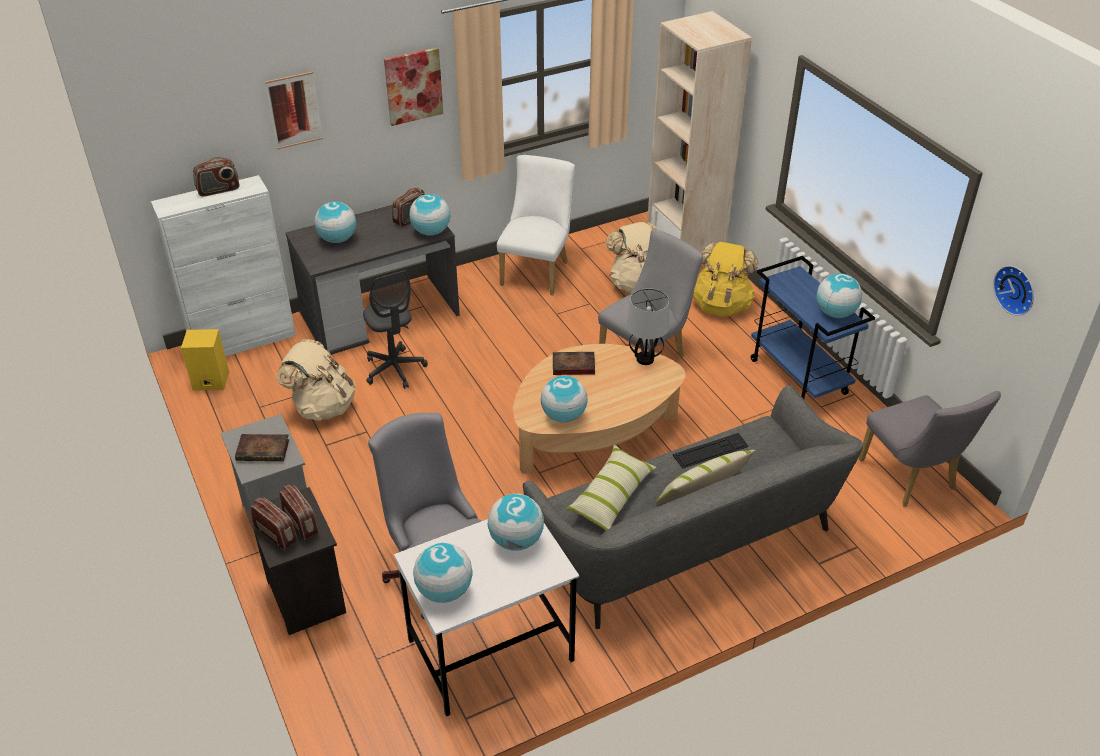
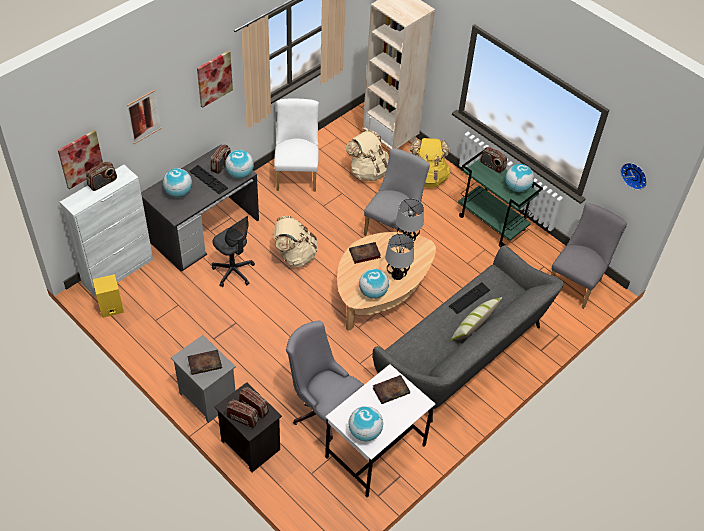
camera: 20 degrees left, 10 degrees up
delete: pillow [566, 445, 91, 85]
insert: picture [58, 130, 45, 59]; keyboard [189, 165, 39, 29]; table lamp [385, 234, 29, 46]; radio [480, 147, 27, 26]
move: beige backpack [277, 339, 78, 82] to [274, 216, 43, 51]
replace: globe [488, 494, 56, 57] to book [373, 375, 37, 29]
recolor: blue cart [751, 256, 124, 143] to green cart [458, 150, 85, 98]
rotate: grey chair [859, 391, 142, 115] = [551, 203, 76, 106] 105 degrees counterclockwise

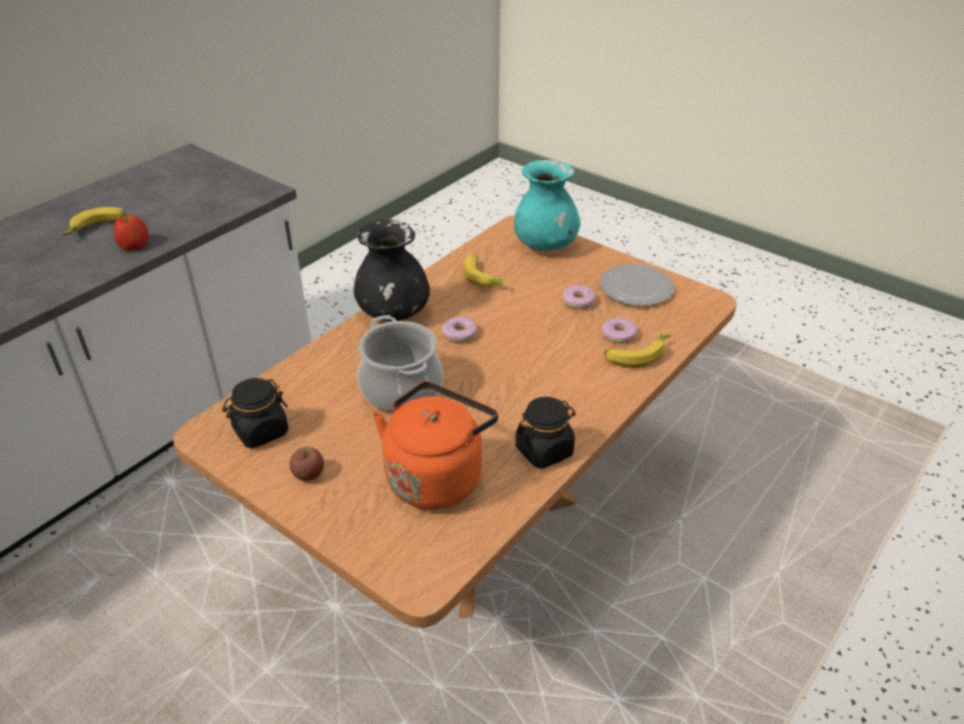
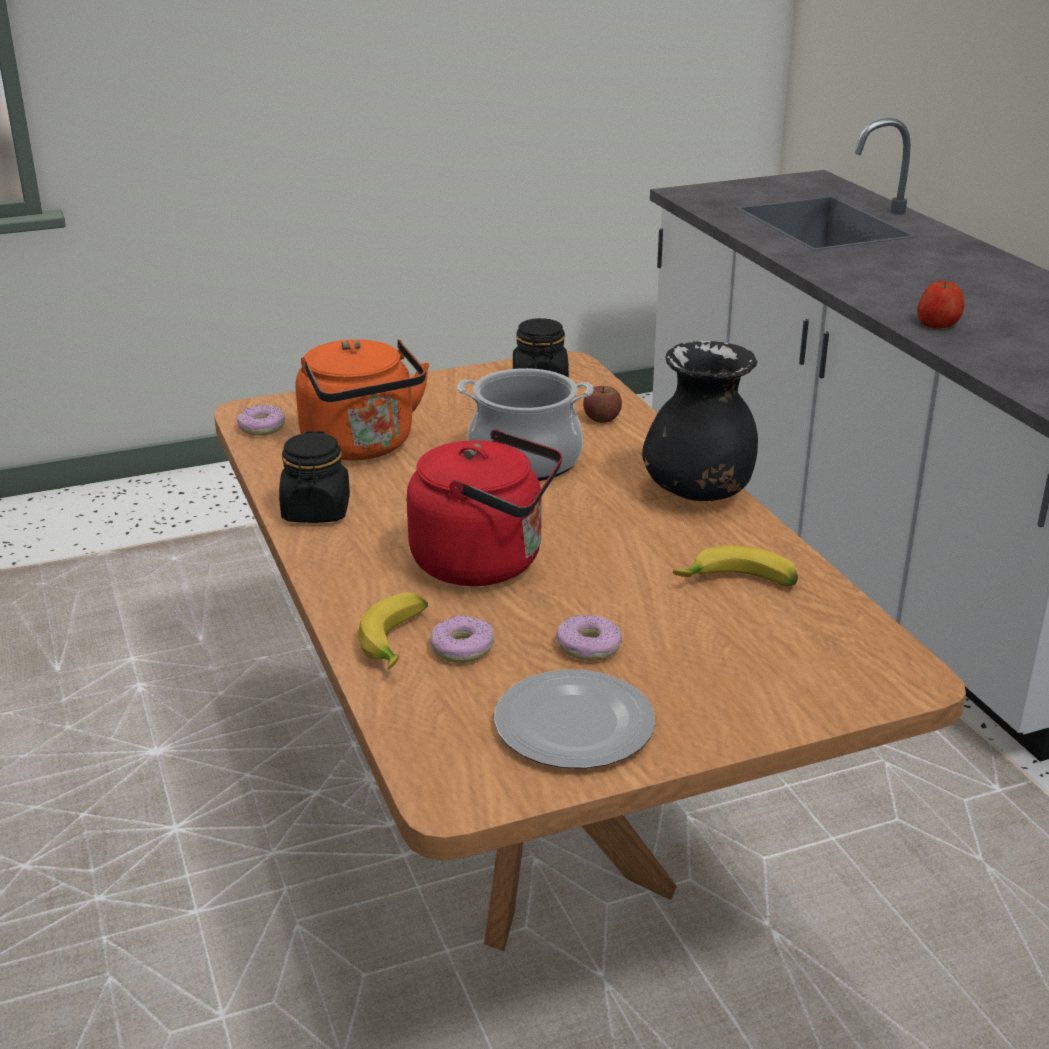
camera: 120 degrees right, 10 degrees down
delete: banana [62, 207, 64, 29]; turquoise vase [514, 160, 66, 91]
insert: red kettle [407, 430, 155, 156]
move: apple [290, 447, 34, 34] to [583, 386, 39, 37]; donut [442, 317, 35, 25] to [237, 405, 48, 31]

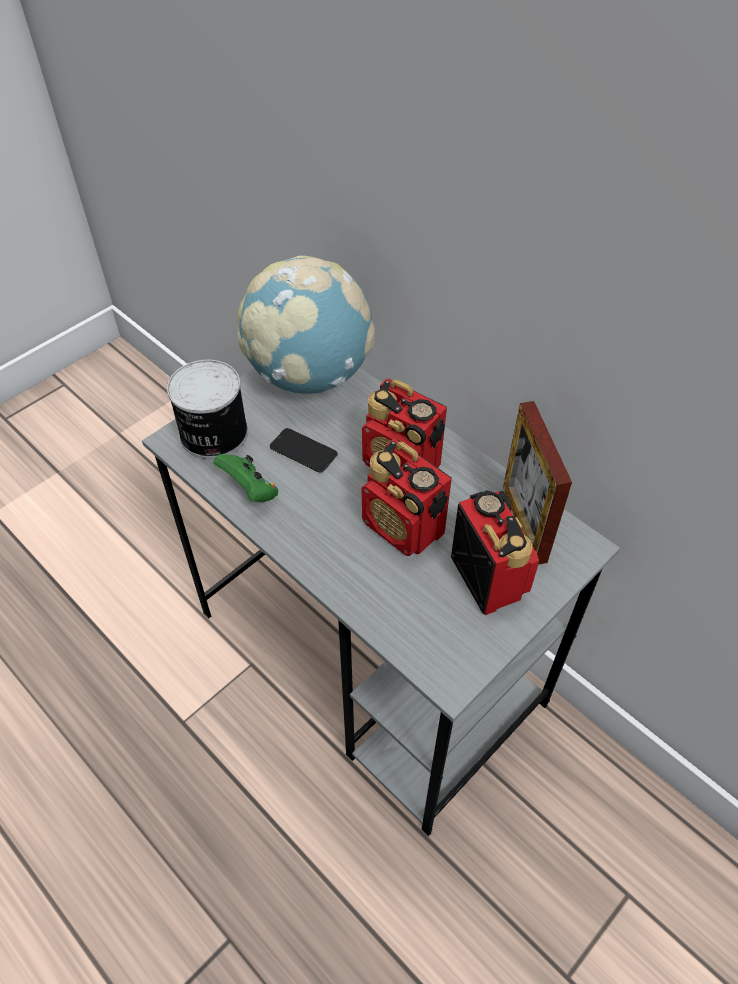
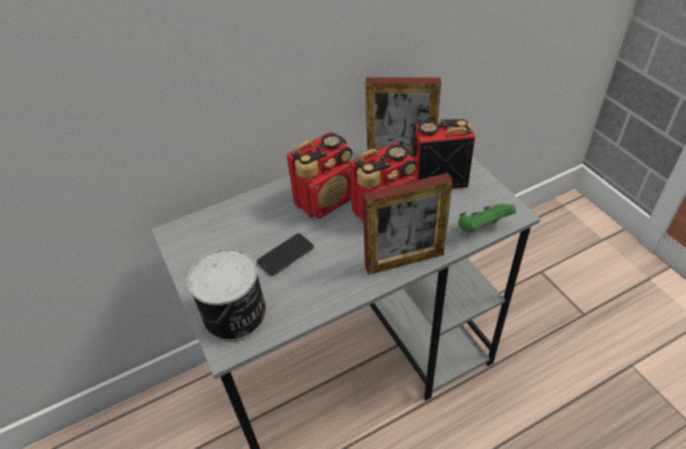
camera: 70 degrees left, 5 degrees down
delete: globe [237, 256, 138, 138]
insert: picture frame [362, 173, 91, 102]
move: green game controller [214, 454, 64, 48] to [458, 204, 58, 28]

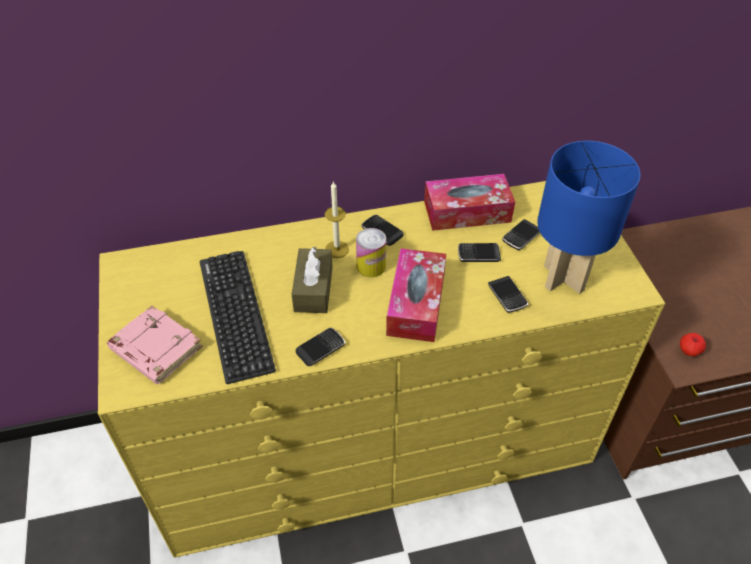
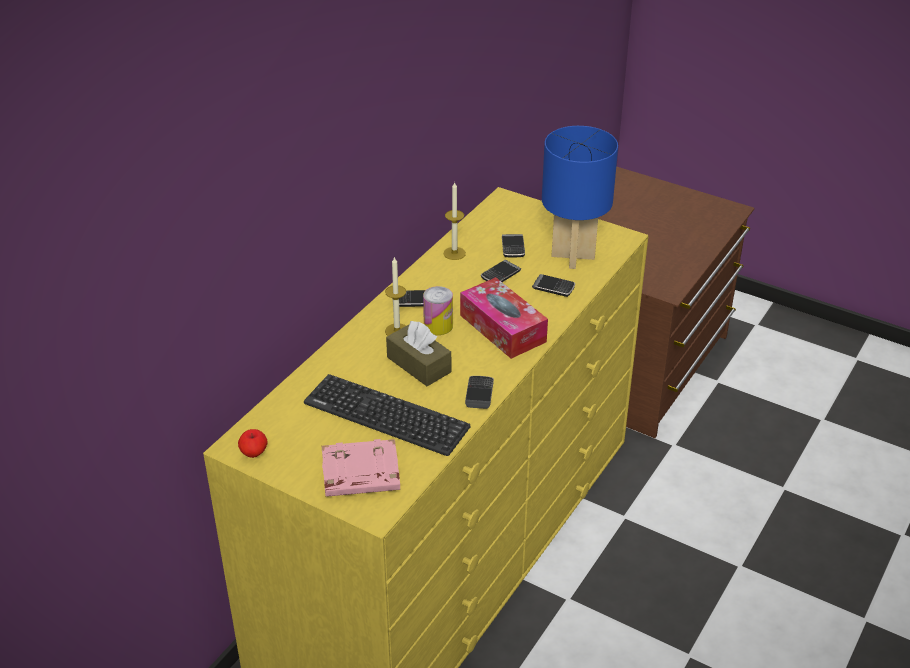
camera: 45 degrees left, 10 degrees down
move: apple [680, 333, 26, 23] to [238, 429, 29, 29]
replace: tissue box [424, 174, 91, 57] to candle [444, 181, 22, 79]

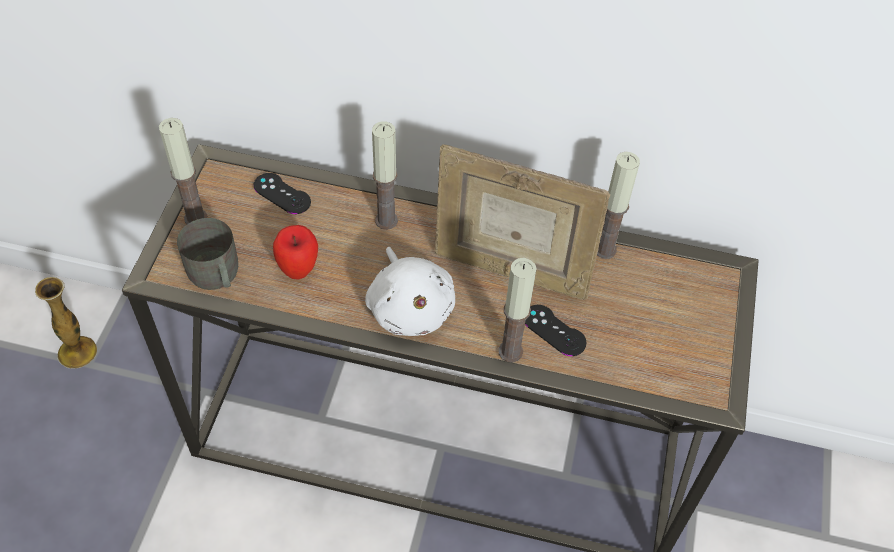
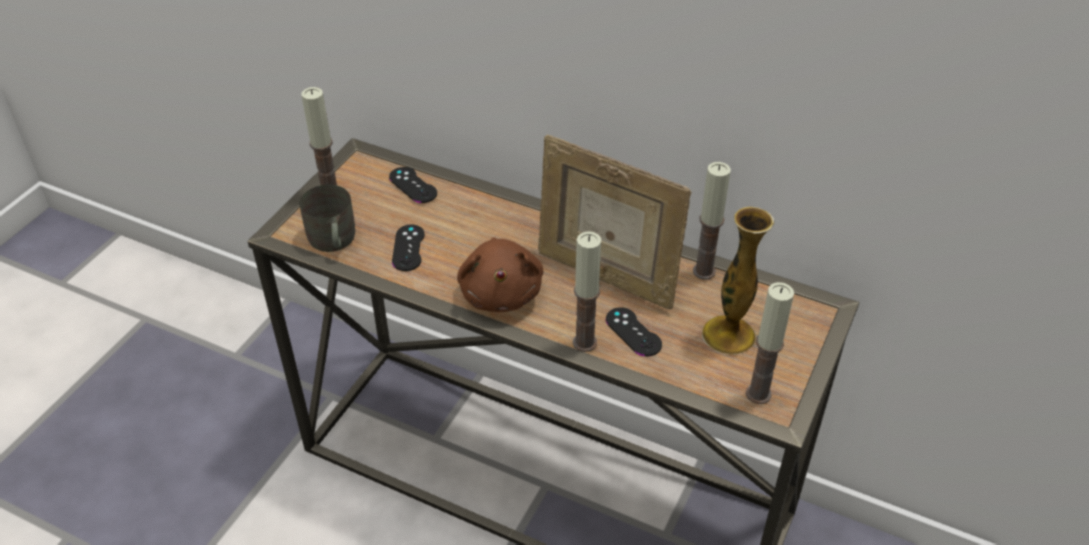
camera: 15 degrees right, 10 degrees down
move: vase [35, 277, 62, 92] to [702, 207, 72, 148]; candle [372, 121, 26, 109] to [746, 282, 48, 122]
replace: apple [273, 225, 45, 55] to black game controller [392, 224, 33, 47]
recolor: white plush toy [365, 247, 90, 89] to brown plush toy [457, 237, 86, 75]

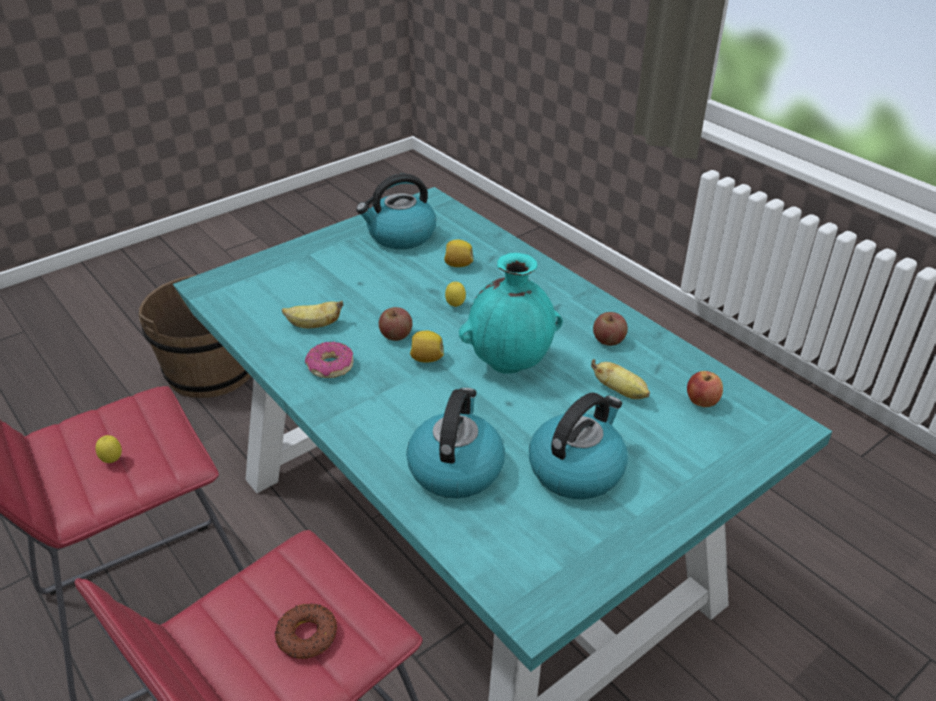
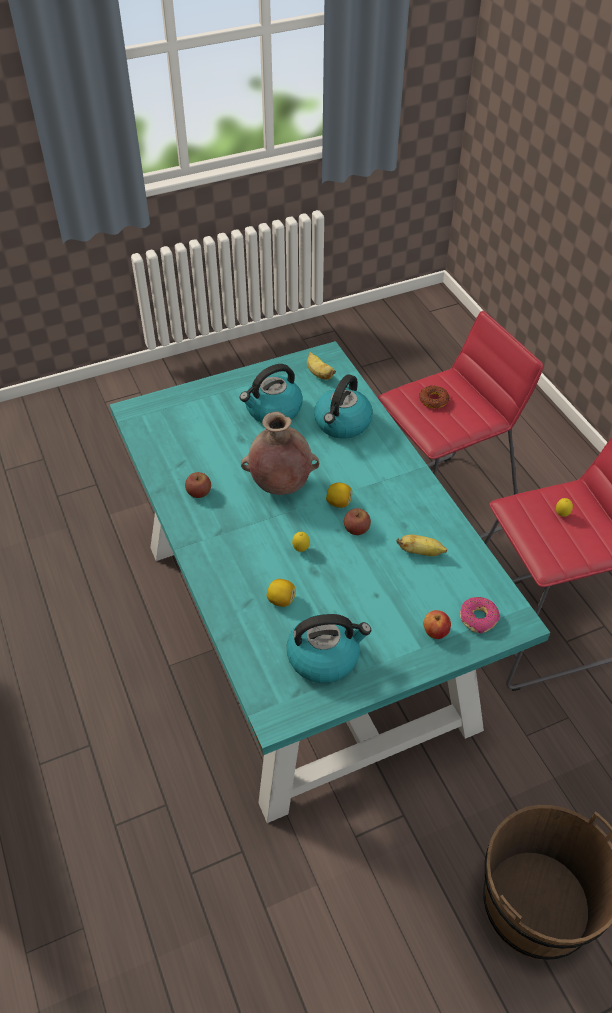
camera: 165 degrees left, 10 degrees up
move: donut [305, 342, 49, 36] to [460, 597, 40, 36]; banana [591, 359, 59, 40] to [307, 352, 29, 28]; apple [687, 371, 36, 36] to [424, 610, 27, 29]
recolor: turquoise vase [458, 253, 105, 121] to brown vase [241, 411, 78, 84]

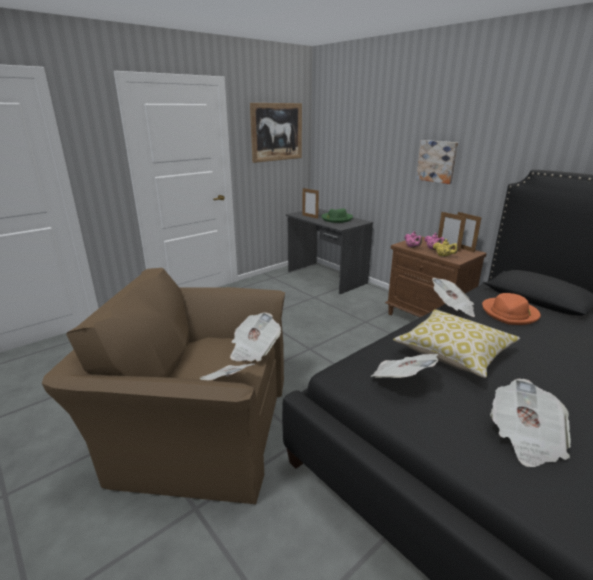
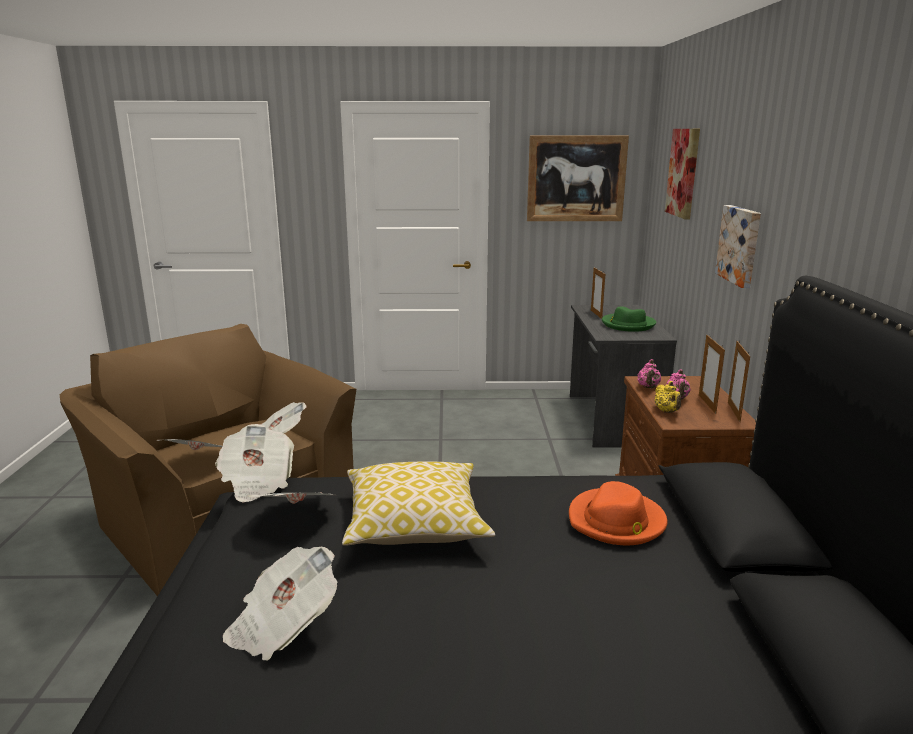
camera: 40 degrees right, 5 degrees down
insert: picture [665, 129, 35, 91]
move: newspaper [432, 278, 43, 39] to [215, 424, 79, 78]

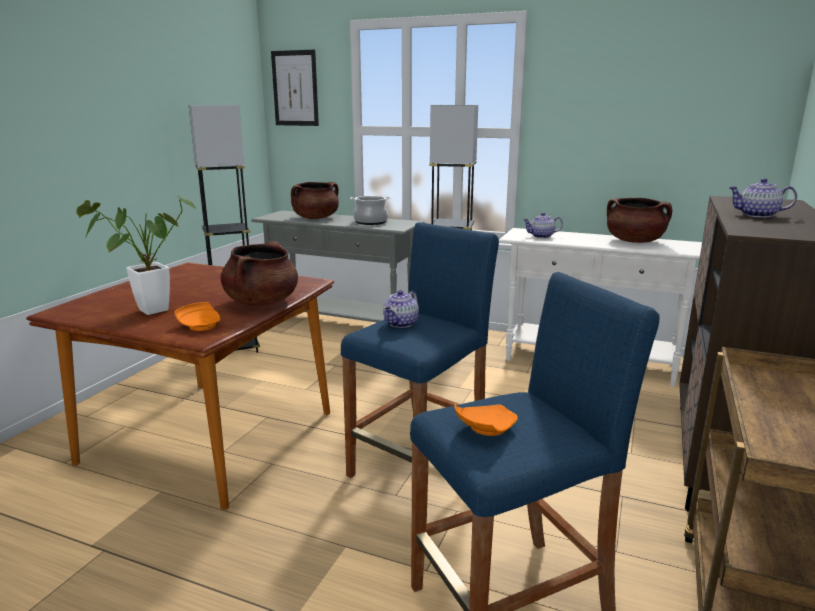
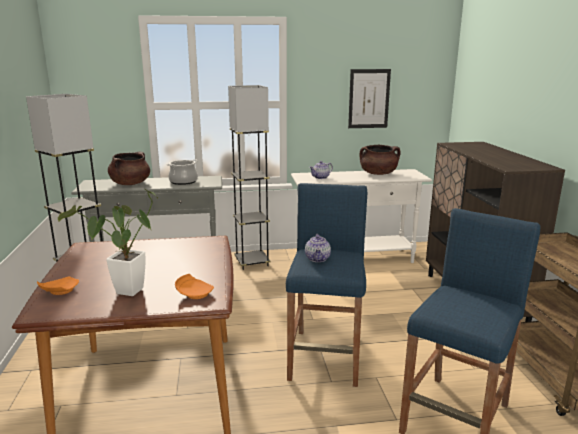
camera: 30 degrees left, 0 degrees up
delete: brown cooking pot [221, 241, 77, 65]; teapot [729, 178, 68, 40]
move: picture [271, 50, 48, 76] to [348, 69, 43, 59]; orange plate [454, 404, 64, 32] to [37, 277, 42, 18]

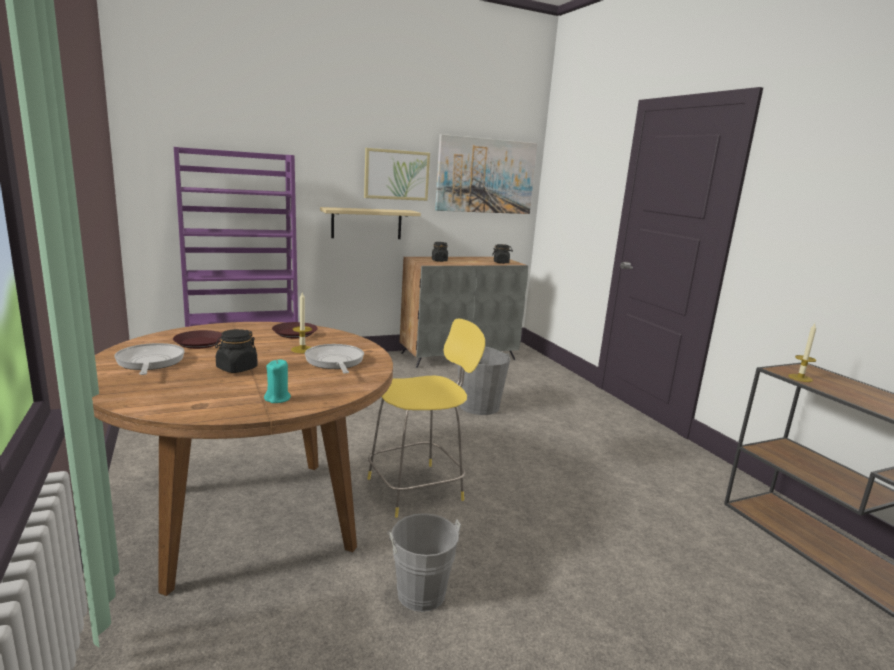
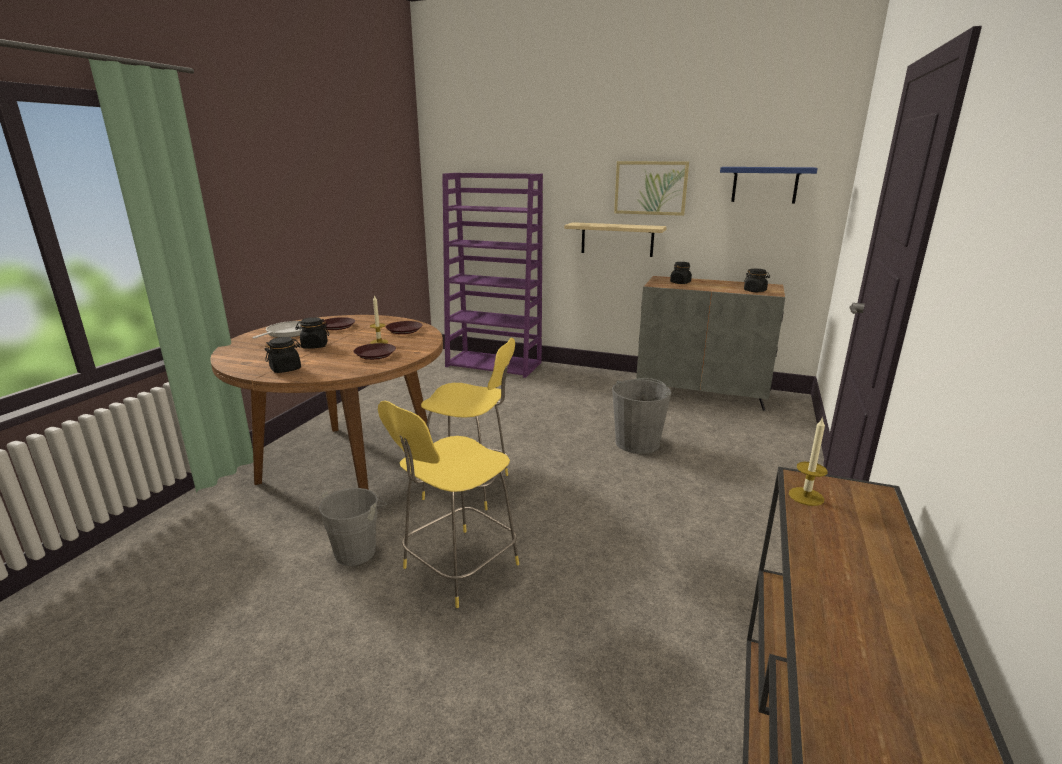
camera: 45 degrees right, 5 degrees up
insert: yellow stool [378, 401, 141, 207]
replace: turquoise candle [264, 359, 27, 44] to black jar [265, 337, 36, 36]; frying pan [305, 344, 59, 30] to brown plate [353, 343, 43, 17]; picture [435, 134, 102, 80] to blue shelf [720, 167, 98, 36]

